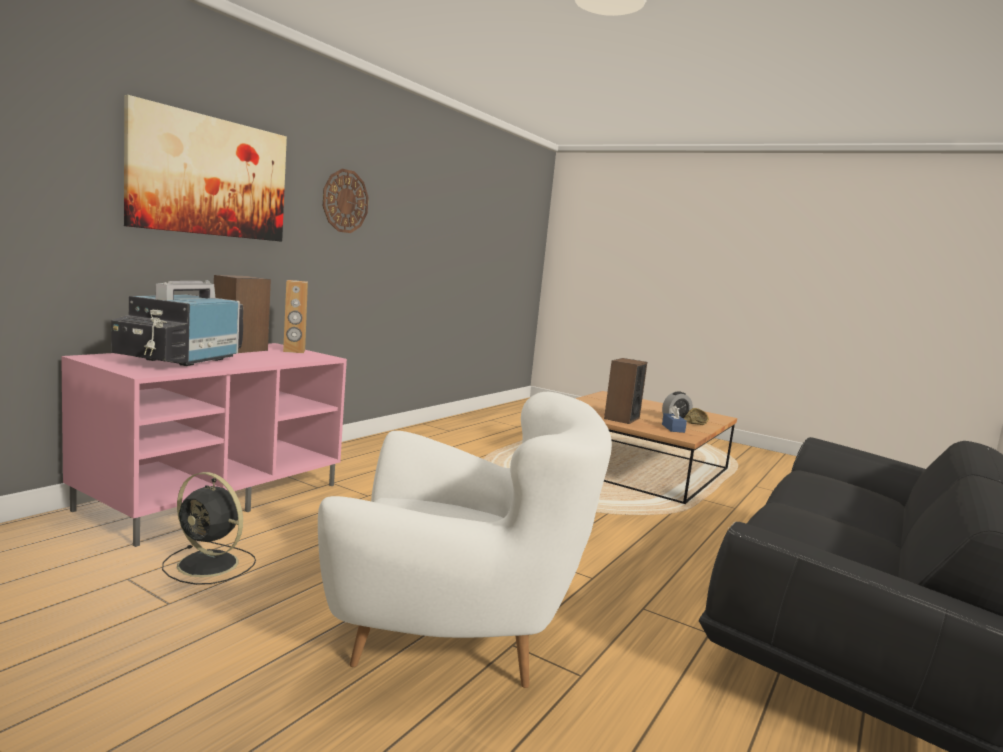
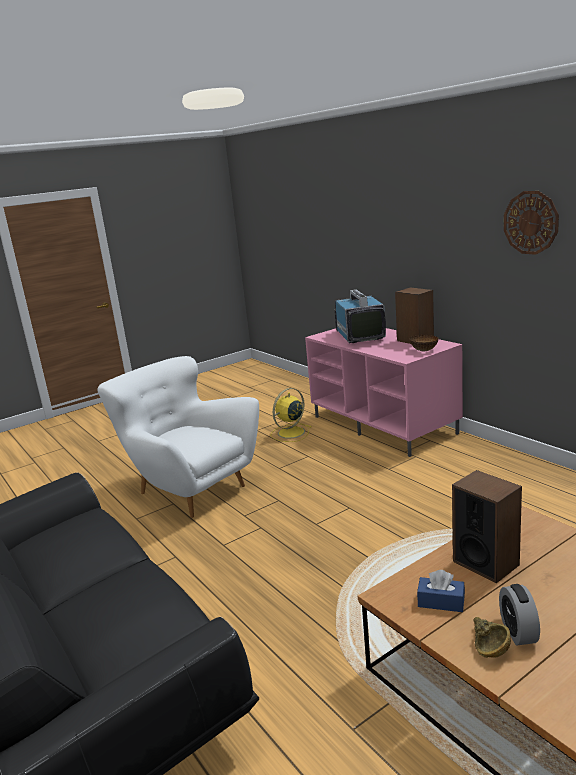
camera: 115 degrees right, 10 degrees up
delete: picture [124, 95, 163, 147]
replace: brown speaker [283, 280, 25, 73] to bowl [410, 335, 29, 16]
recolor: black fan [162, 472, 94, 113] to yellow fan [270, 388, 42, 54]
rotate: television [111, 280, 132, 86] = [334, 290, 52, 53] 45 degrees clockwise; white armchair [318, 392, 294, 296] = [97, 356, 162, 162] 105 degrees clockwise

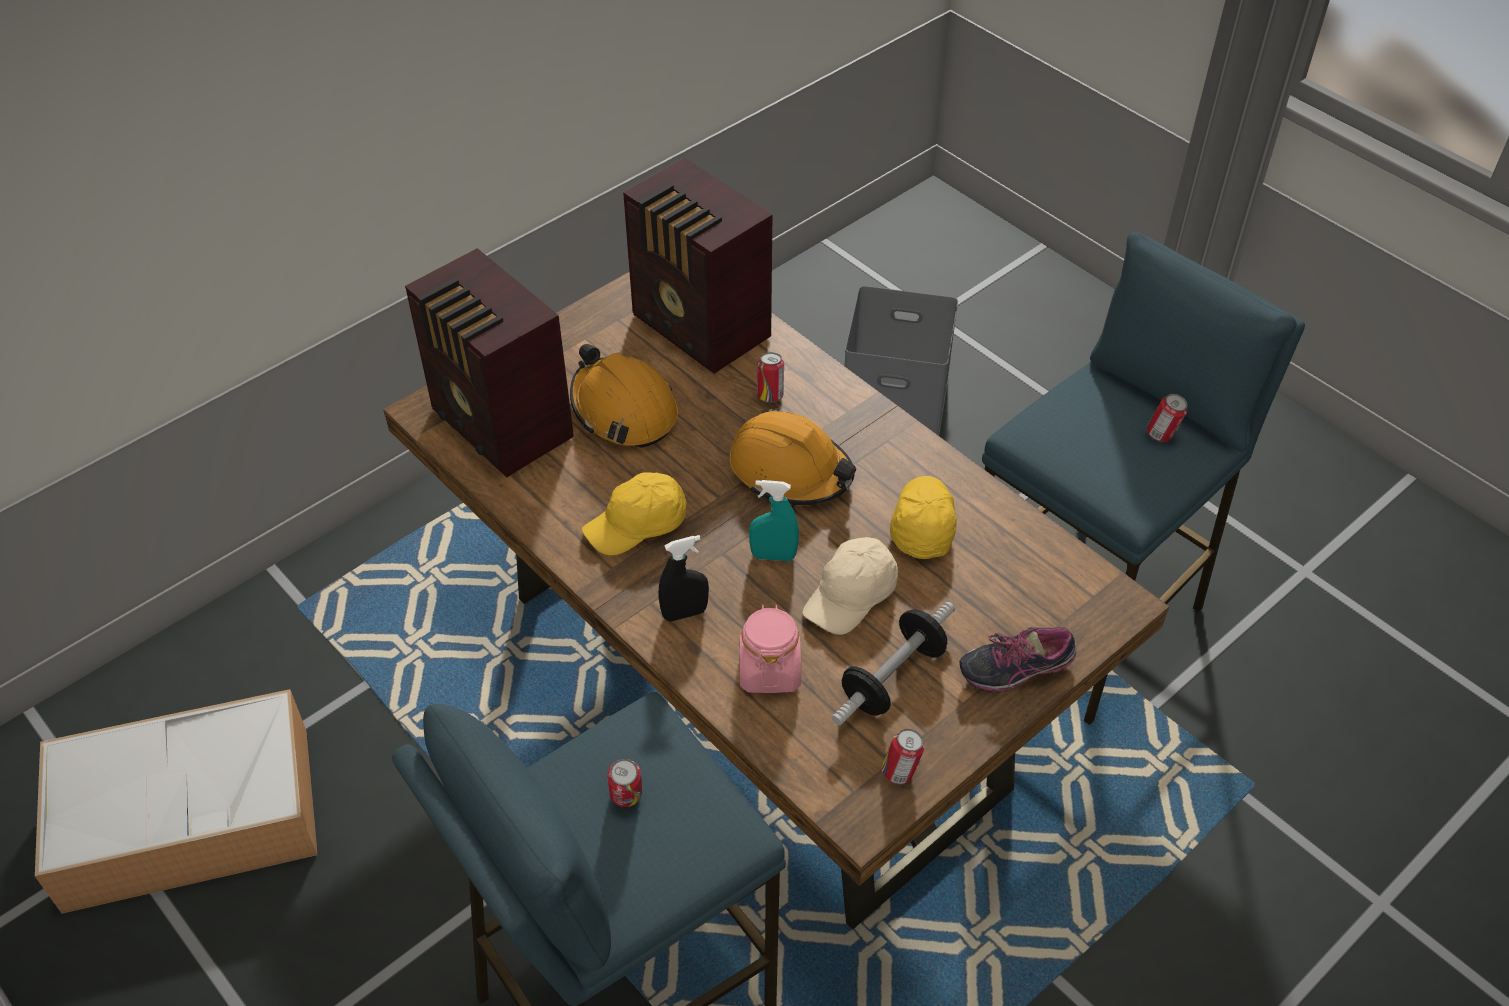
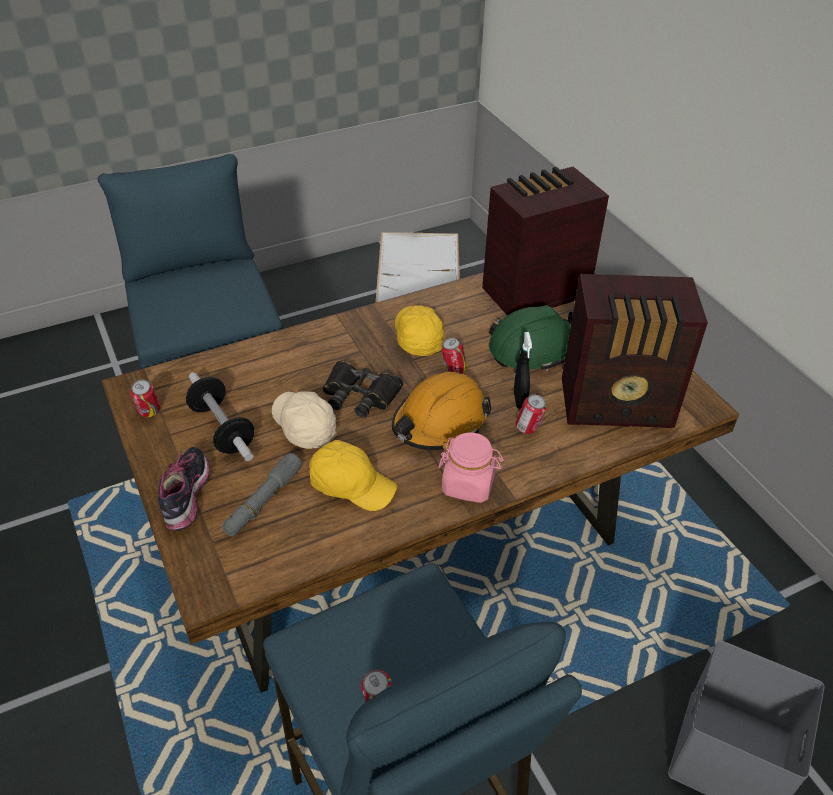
camera: 105 degrees right, 5 degrees down
insert: grey flashlight [222, 453, 80, 84]
move: can [607, 759, 35, 48] to [441, 338, 26, 36]; black spray bottle [658, 535, 51, 86] to [514, 332, 18, 78]; pink jar [739, 604, 62, 89] to [438, 432, 66, 71]
replace: turquoise spray bottle [749, 480, 50, 81] to black binoculars [322, 361, 81, 57]
recolor: orange hard hat [570, 344, 108, 104] to green hard hat [489, 305, 84, 66]
rotate: radio [623, 157, 149, 217] = [562, 274, 146, 154] 150 degrees counterclockwise

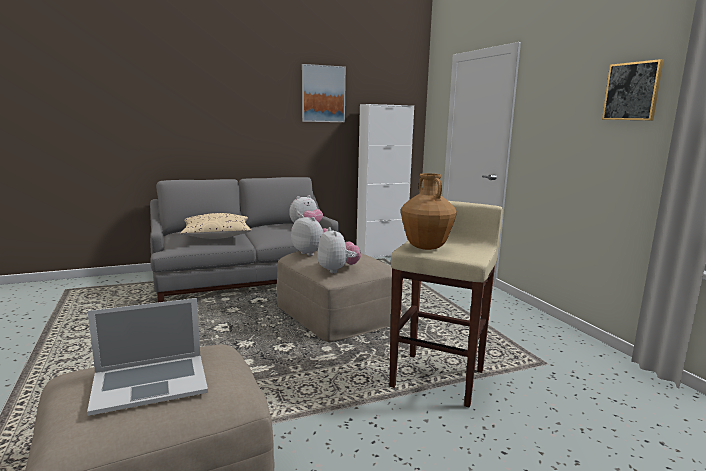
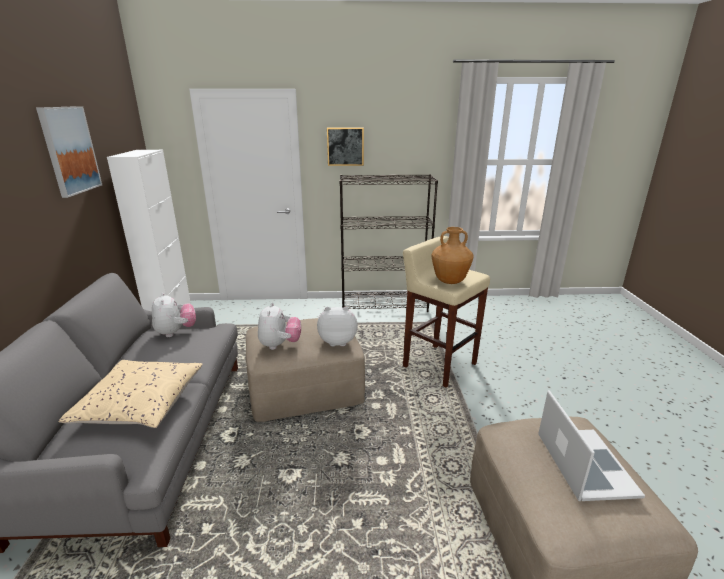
camera: 70 degrees left, 10 degrees up
insert: black bookcase [340, 174, 98, 138]
move: picture [602, 59, 62, 61] to [327, 127, 37, 39]
rotate: plush toy [291, 215, 37, 41] = [258, 303, 43, 47] 120 degrees clockwise

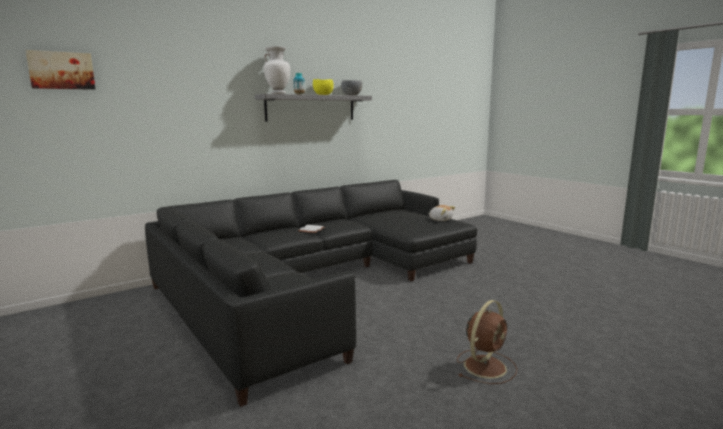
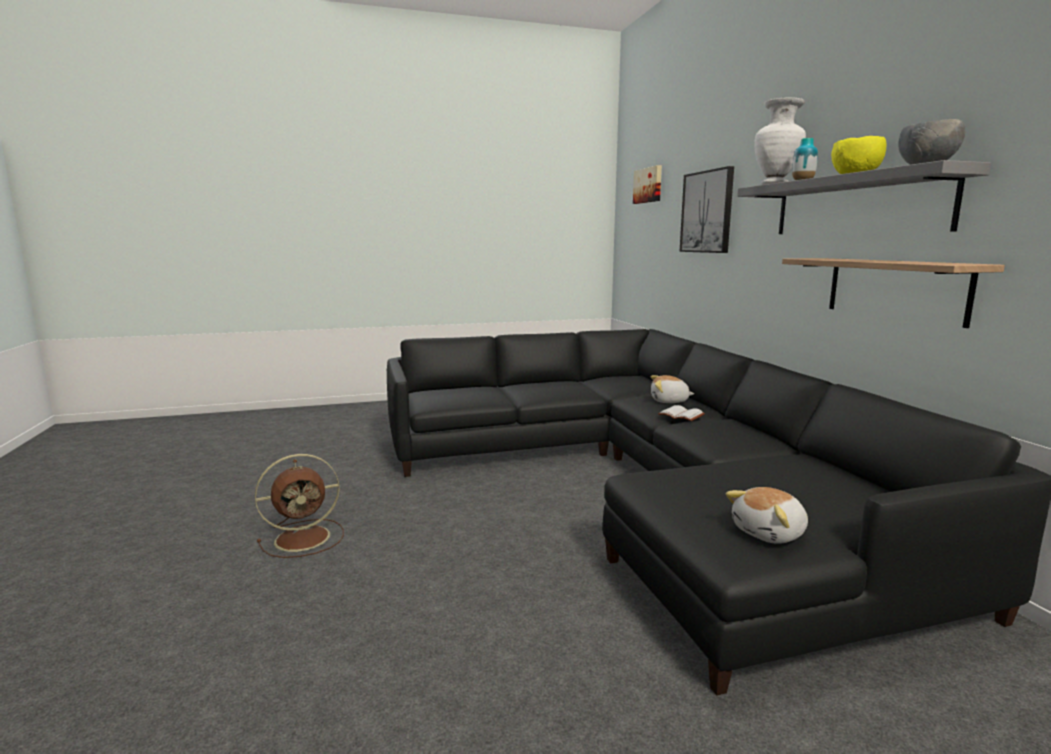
camera: 110 degrees right, 0 degrees up
insert: plush toy [651, 375, 44, 28]; picture [679, 166, 55, 87]; shelf [782, 258, 223, 70]
rotate: brown fan [457, 300, 60, 84] = [255, 454, 89, 104] 90 degrees counterclockwise

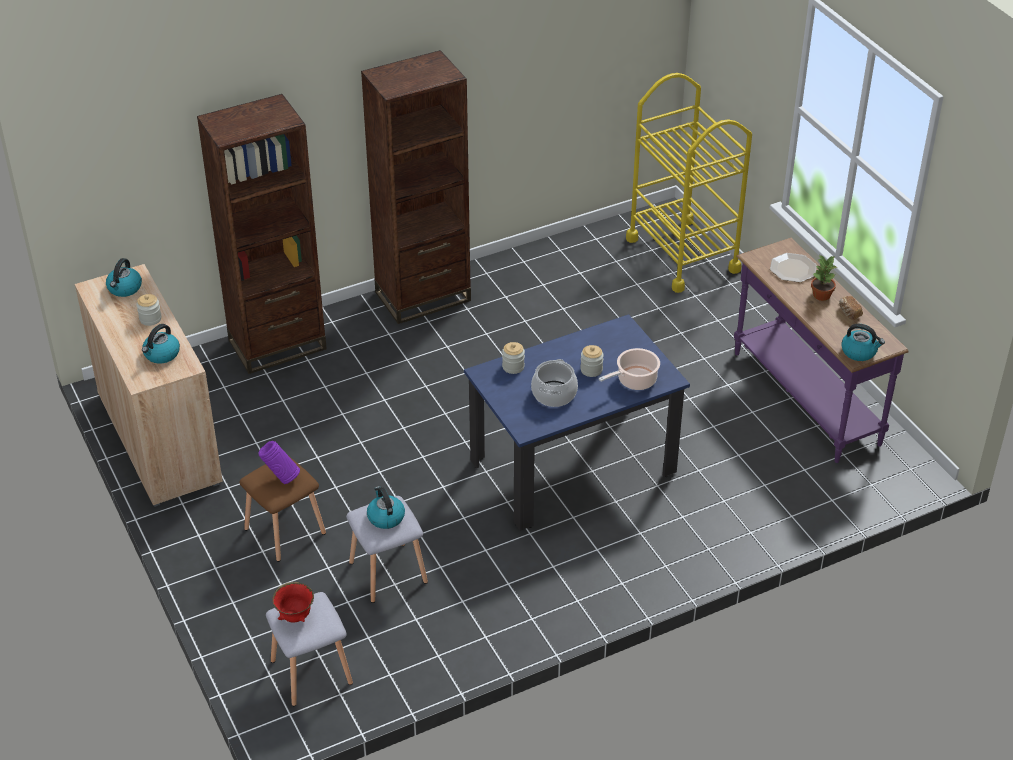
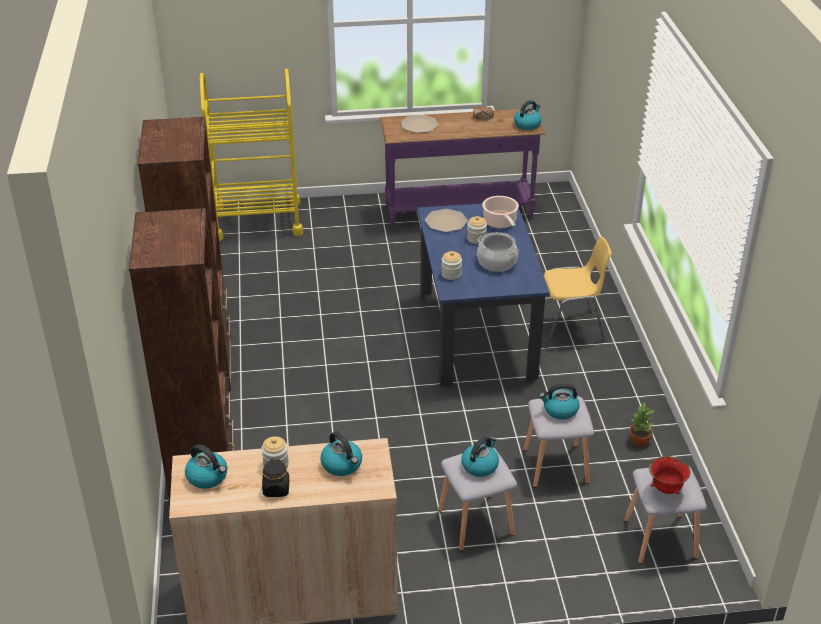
camera: 70 degrees left, 5 degrees down
insert: black jar [262, 459, 27, 38]; plate [425, 209, 43, 23]; yellow chair [544, 237, 68, 111]
move: potted plant [811, 255, 26, 46] to [629, 403, 26, 44]
replace: purple vase [258, 441, 42, 43] to kettle [461, 436, 38, 41]
recolor: brown stool [240, 457, 86, 105] to grey stool [438, 448, 79, 103]

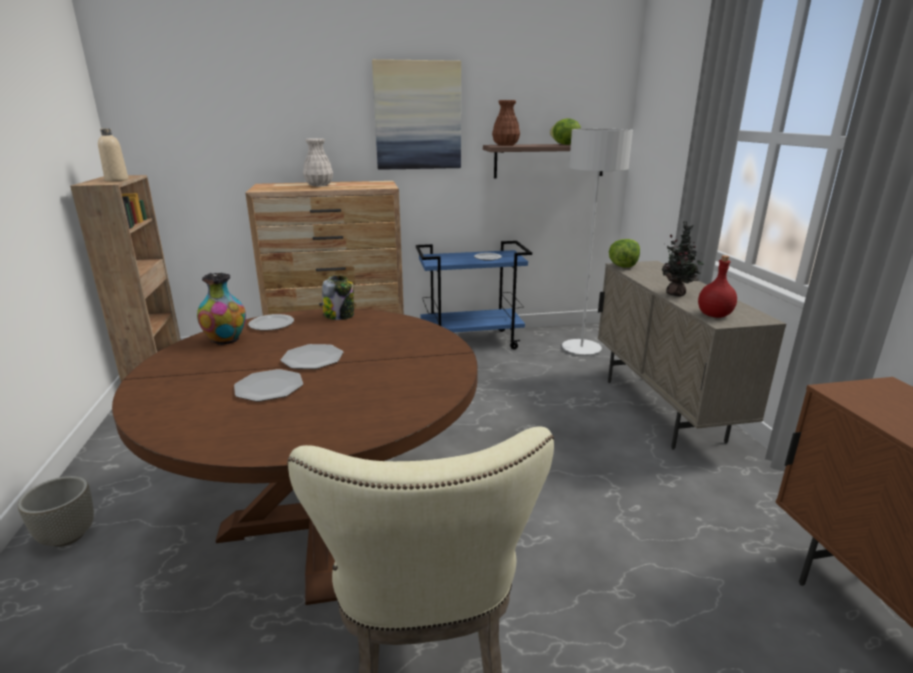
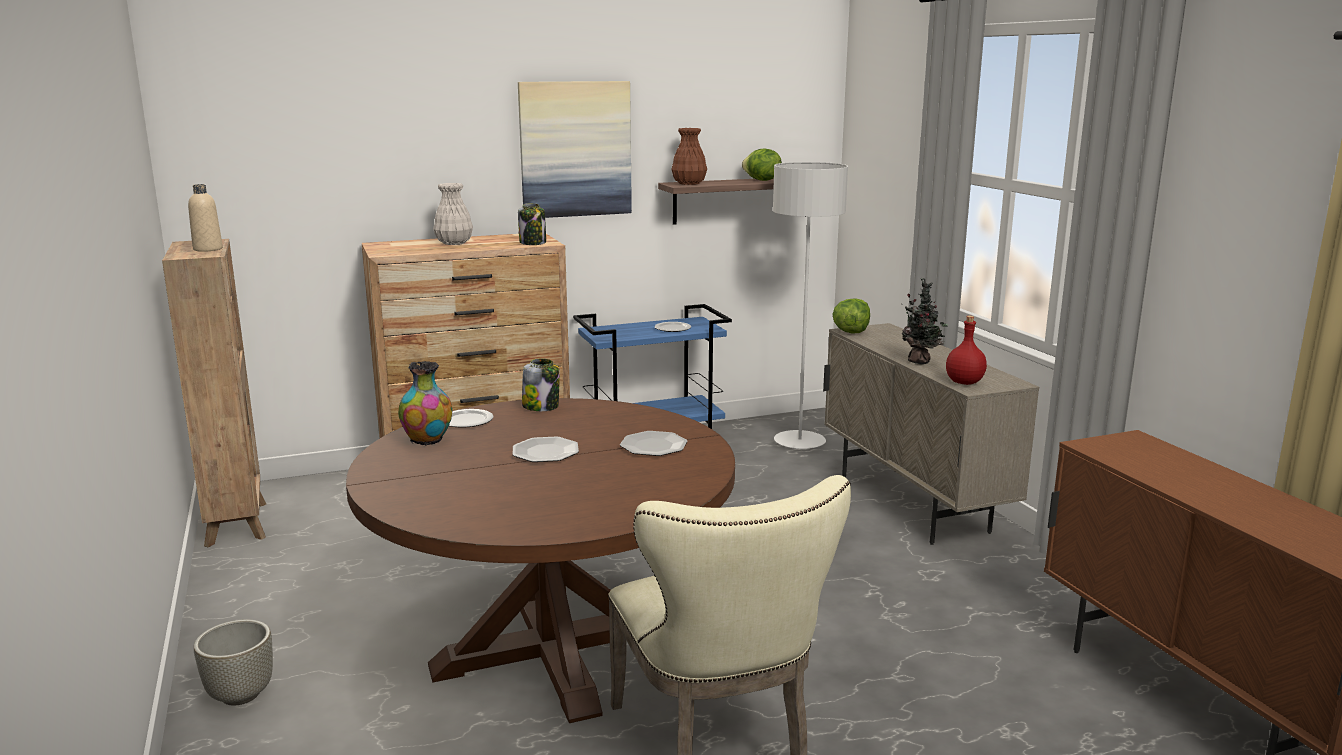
camera: 10 degrees left, 5 degrees down
insert: jar [518, 203, 28, 42]
move: plate [234, 369, 69, 33] to [620, 431, 67, 25]

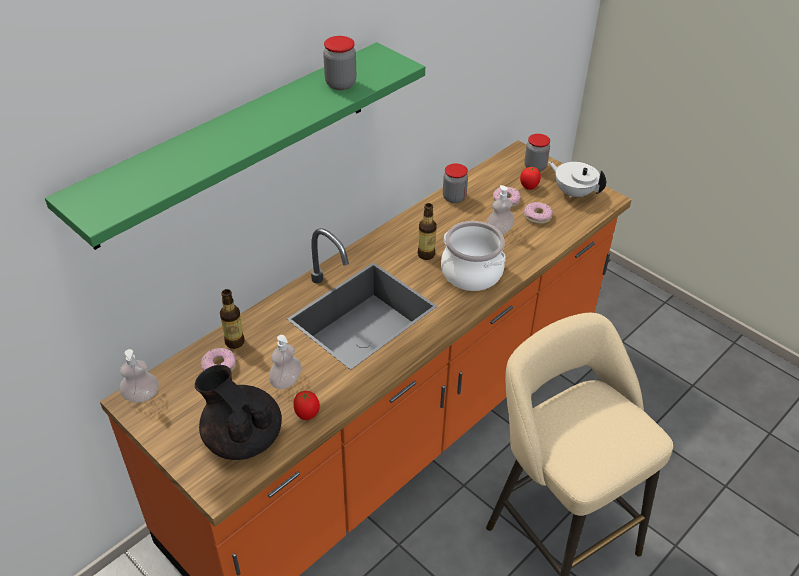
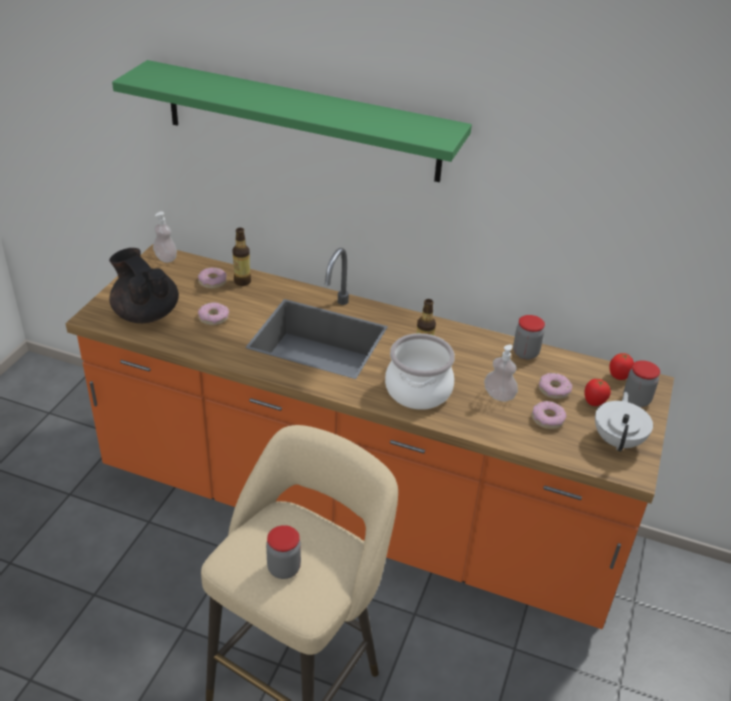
camera: 65 degrees right, 5 degrees down
move: tomato [293, 391, 27, 29] to [609, 353, 25, 27]; jar [323, 36, 33, 54] to [266, 525, 35, 54]
replace: soap dispenser [269, 335, 32, 54] to donut [198, 302, 31, 24]
rotate: black teapot [194, 365, 88, 95] = [109, 248, 70, 75] 60 degrees counterclockwise

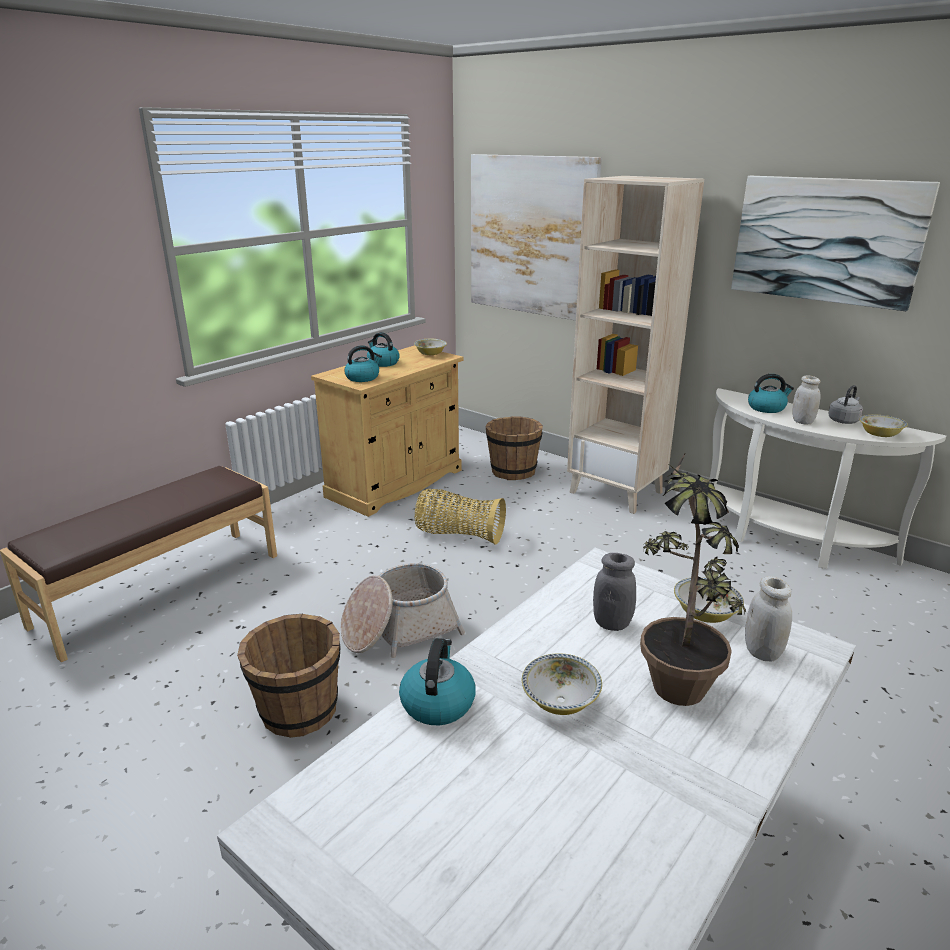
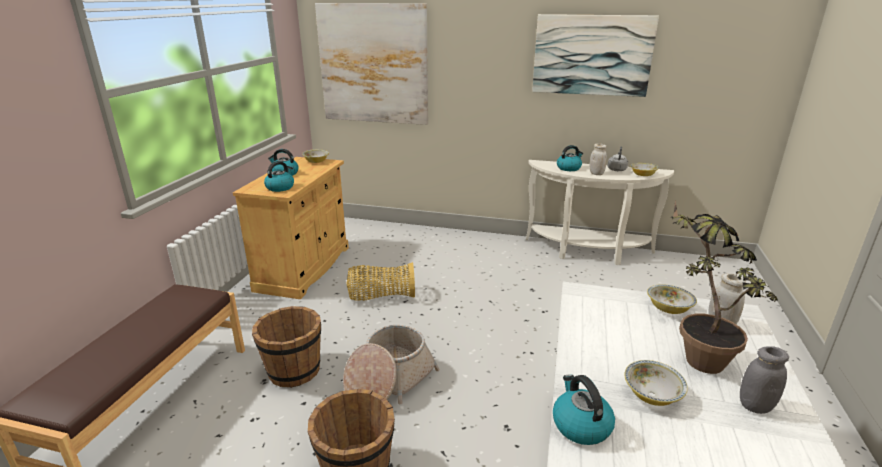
camera: 25 degrees left, 0 degrees up
delete: beige bookcase [567, 176, 137, 338]
move: brown bucket [486, 416, 57, 64] to [252, 306, 69, 82]; grey jar [593, 553, 43, 78] to [740, 346, 49, 68]

